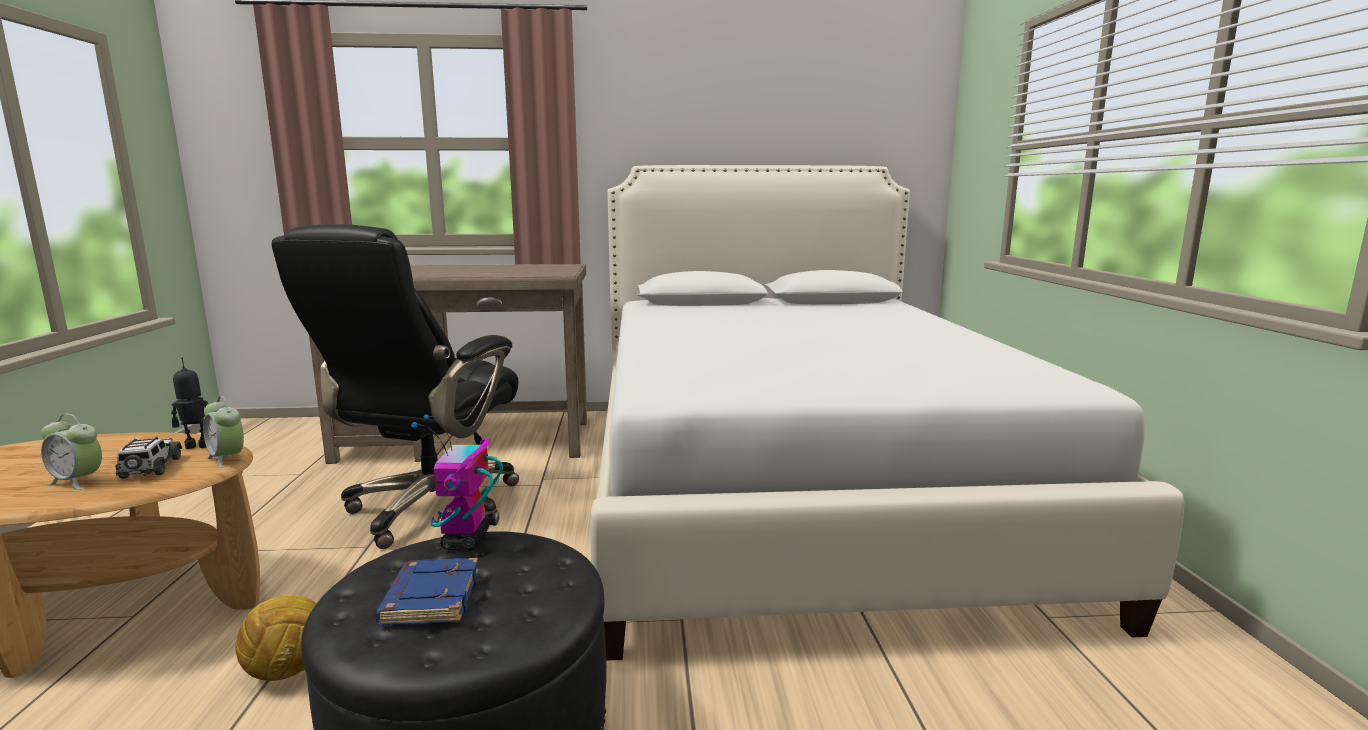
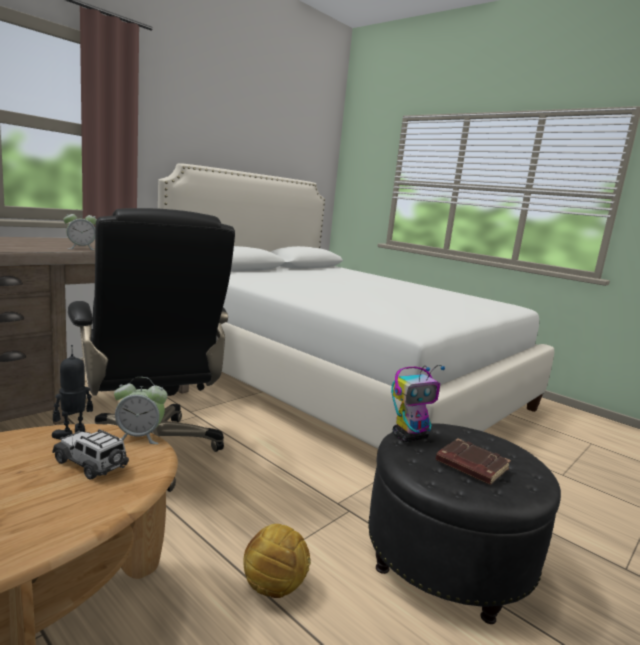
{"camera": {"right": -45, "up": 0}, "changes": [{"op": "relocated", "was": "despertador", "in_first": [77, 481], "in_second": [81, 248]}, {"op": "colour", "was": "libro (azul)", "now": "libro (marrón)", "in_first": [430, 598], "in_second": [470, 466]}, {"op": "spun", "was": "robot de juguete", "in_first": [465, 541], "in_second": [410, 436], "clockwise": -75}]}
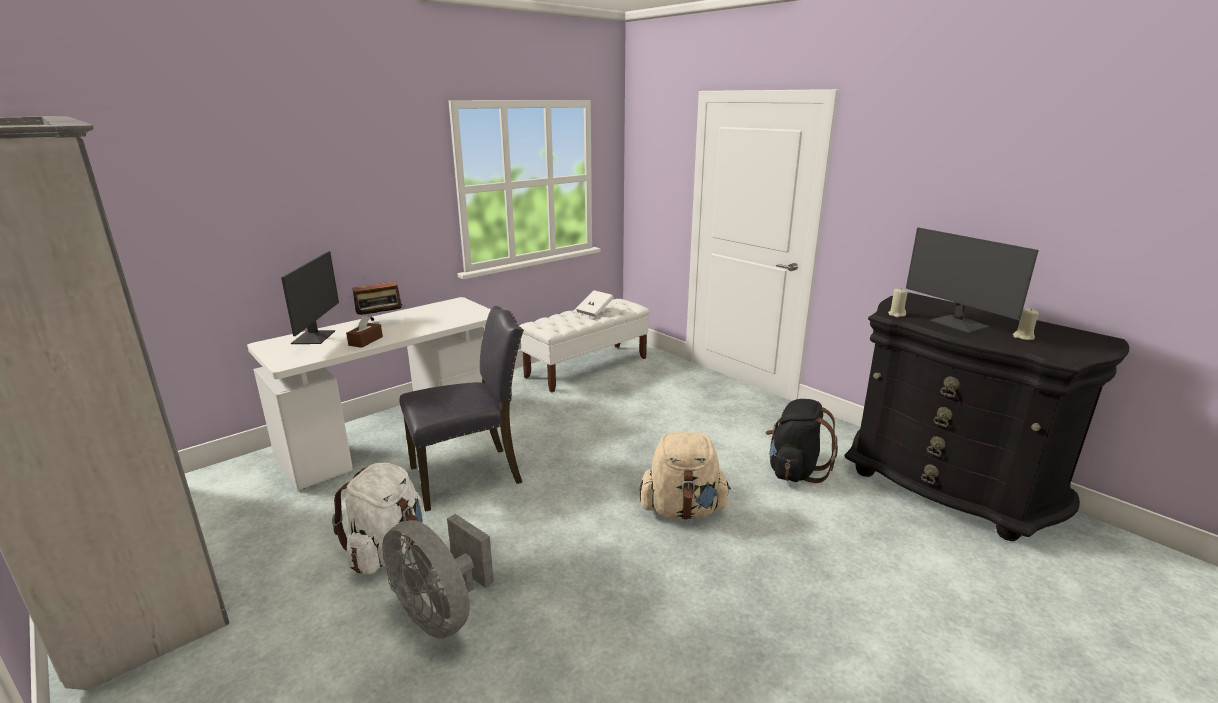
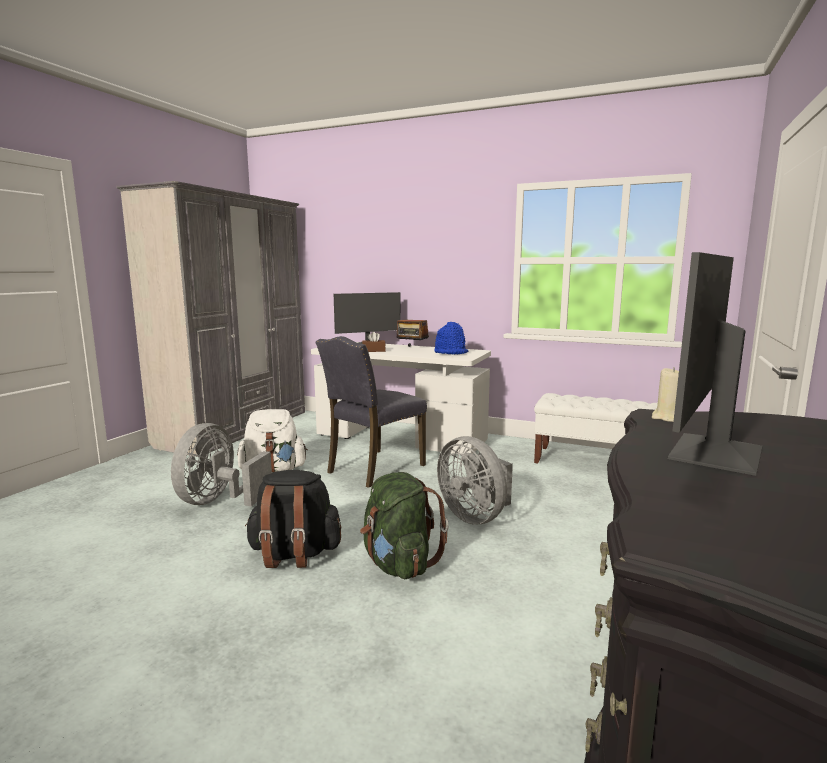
{"camera": {"right": 65, "up": -10}, "changes": [{"op": "missing", "was": "libro (blanco)", "in_first": [594, 311]}, {"op": "missing", "was": "vela (beis)", "in_first": [1023, 337]}, {"op": "appeared", "now": "sombrero (azul)", "in_second": [451, 352]}, {"op": "appeared", "now": "ventilador (gris)", "in_second": [475, 516]}, {"op": "relocated", "was": "mochila (negro)", "in_first": [794, 471], "in_second": [294, 554]}, {"op": "colour", "was": "mochila (beis)", "now": "mochila (verde)", "in_first": [683, 510], "in_second": [399, 564]}, {"op": "spun", "was": "silla (gris)", "in_first": [469, 475], "in_second": [373, 469], "clockwise": 90}]}
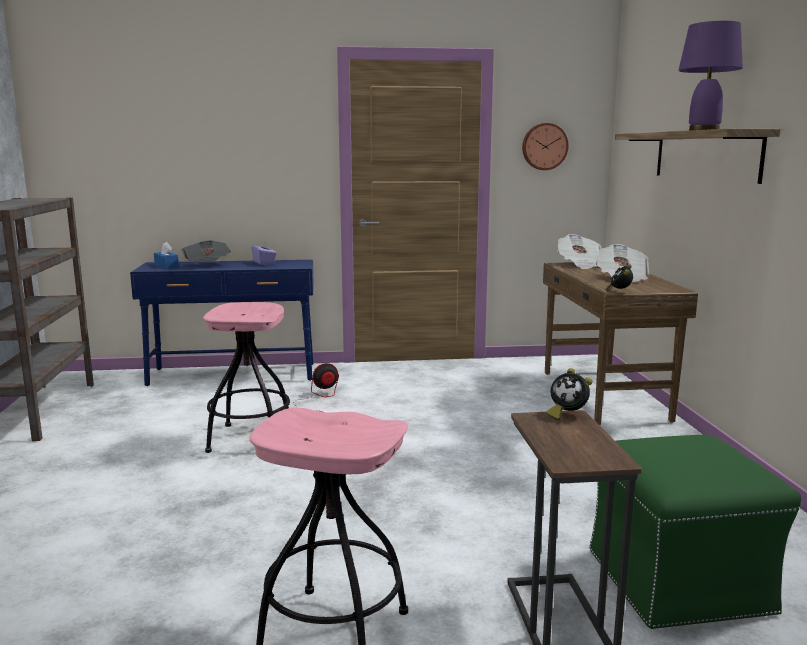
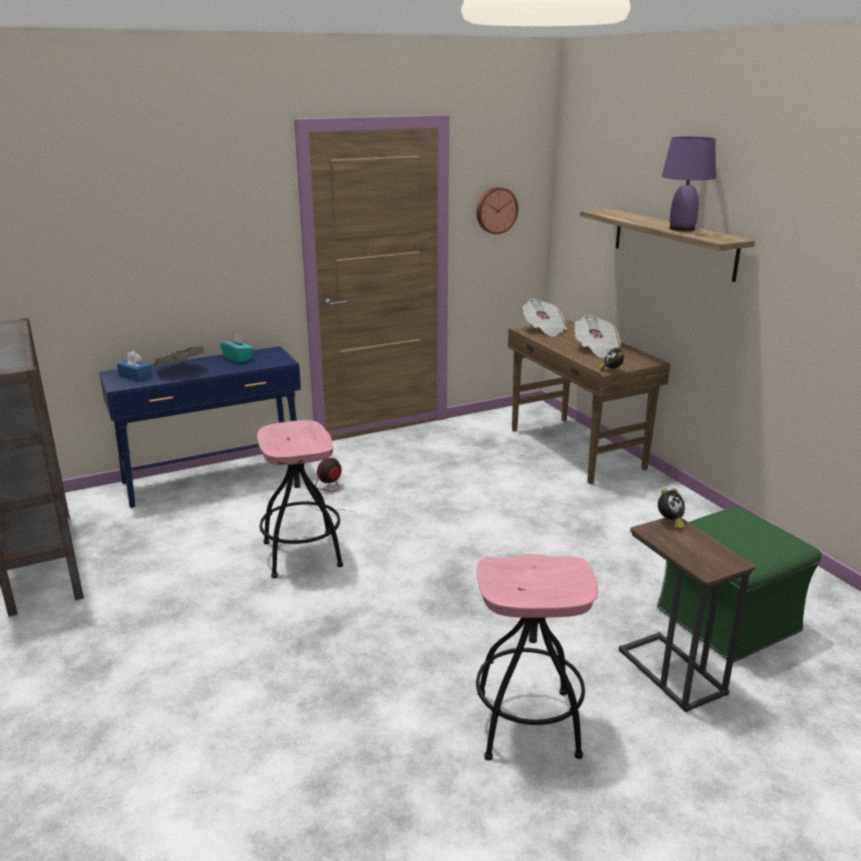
{"camera": {"right": -20, "up": 10}, "changes": [{"op": "colour", "was": "caja de pañuelos (morado)", "now": "caja de pañuelos (turquesa)", "in_first": [264, 263], "in_second": [238, 358]}, {"op": "spun", "was": "despertador", "in_first": [567, 415], "in_second": [669, 522], "clockwise": -60}]}
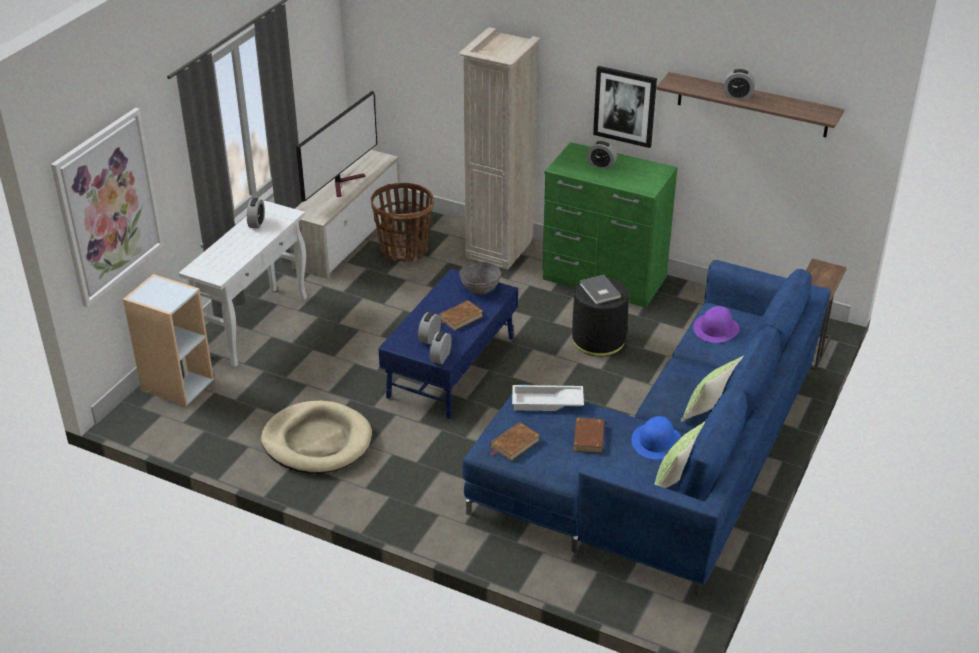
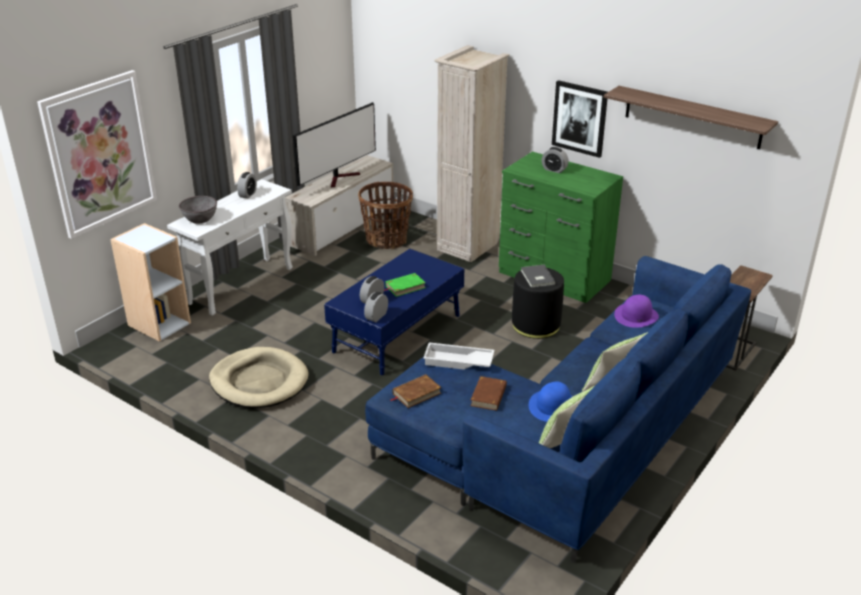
{"camera": {"right": 10, "up": -5}, "changes": [{"op": "missing", "was": "despertador", "in_first": [737, 96]}, {"op": "relocated", "was": "cuenco (gris)", "in_first": [480, 288], "in_second": [200, 219]}, {"op": "colour", "was": "libro (marrón)", "now": "libro (verde)", "in_first": [460, 317], "in_second": [405, 287]}]}
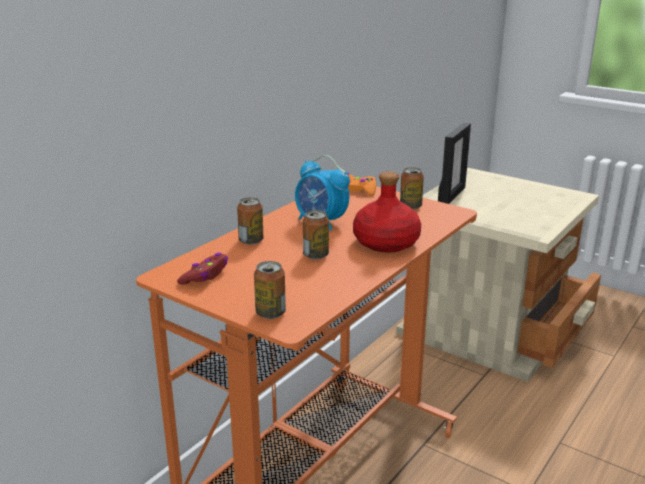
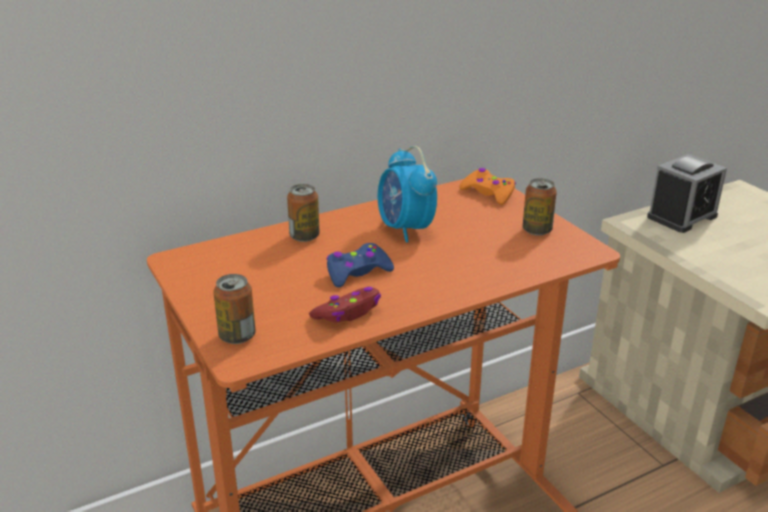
{"camera": {"right": 25, "up": 5}, "changes": [{"op": "missing", "was": "botella (rojo)", "in_first": [386, 243]}, {"op": "relocated", "was": "mando de consola (rojo)", "in_first": [205, 275], "in_second": [348, 312]}, {"op": "exchanged", "was": "lata", "now": "mando de consola (azul)", "in_first": [315, 255], "in_second": [357, 272]}, {"op": "exchanged", "was": "portarretratos", "now": "despertador", "in_first": [451, 195], "in_second": [682, 216]}]}
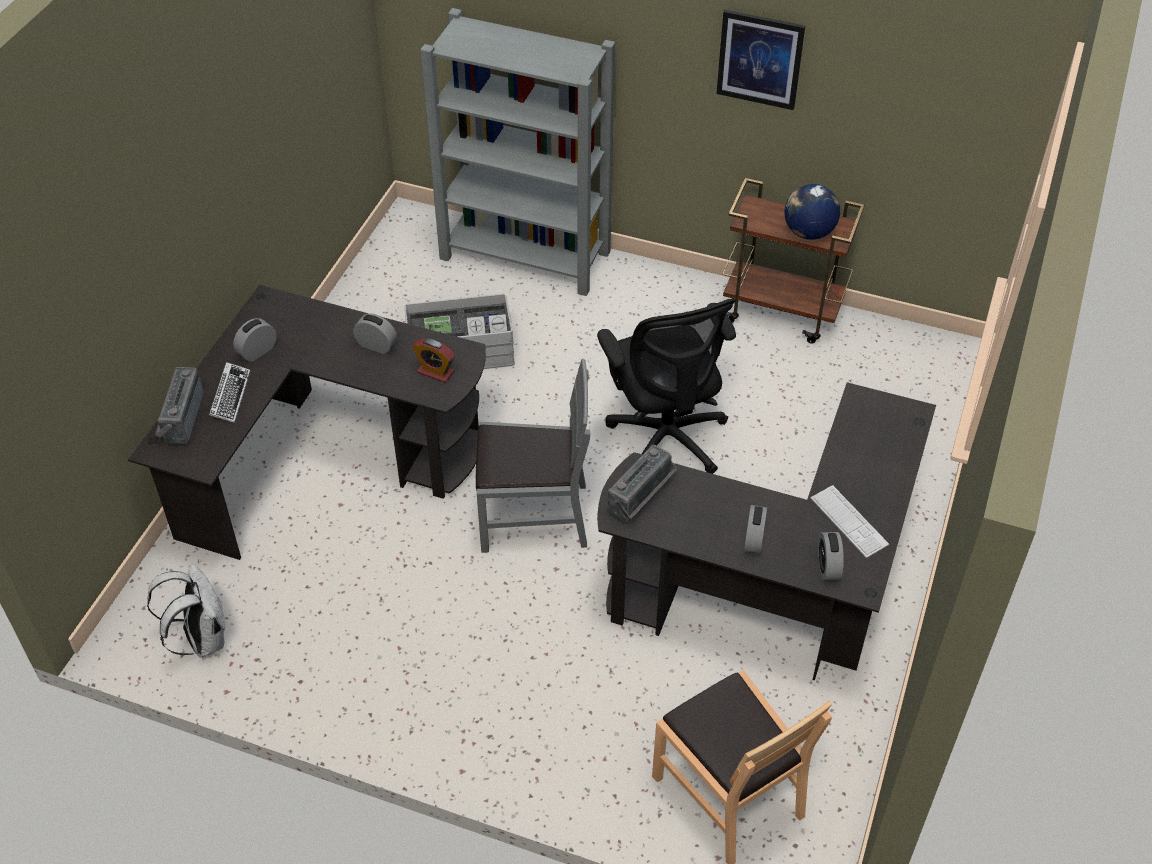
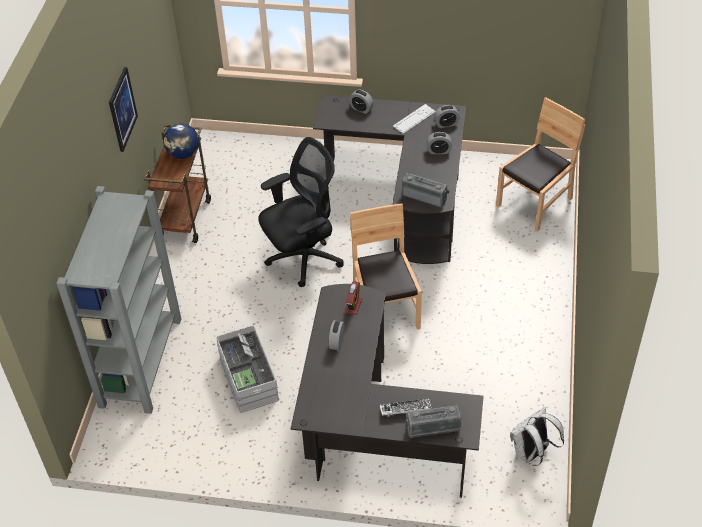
{"camera": {"right": -100, "up": 0}, "changes": [{"op": "relocated", "was": "despertador", "in_first": [257, 351], "in_second": [361, 109]}, {"op": "colour", "was": "silla (gris)", "now": "silla (marrón)", "in_first": [533, 516], "in_second": [385, 309]}]}
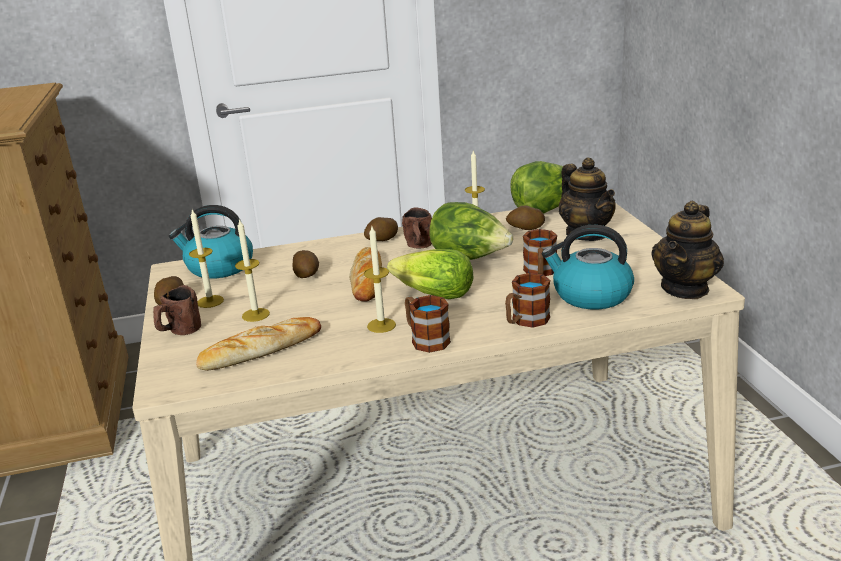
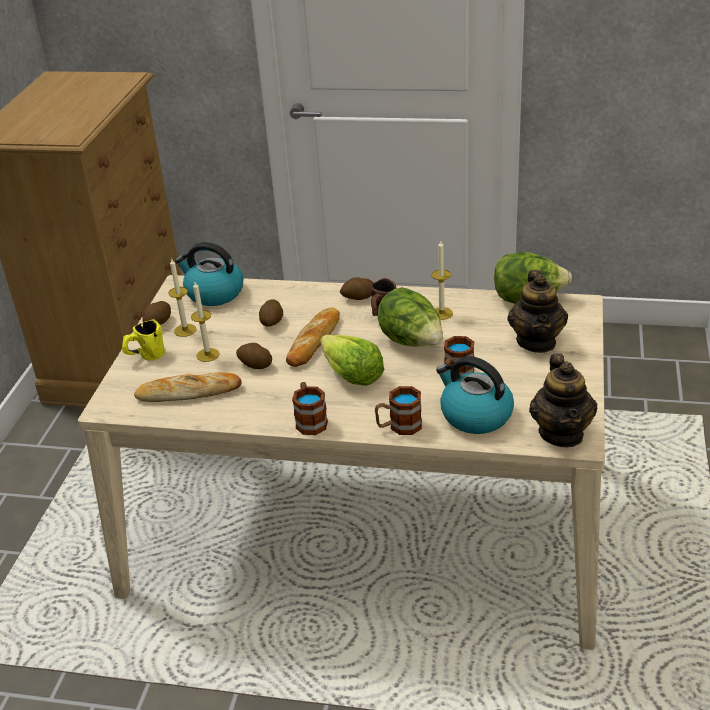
{"camera": {"right": 25, "up": 10}, "changes": [{"op": "missing", "was": "vela", "in_first": [381, 325]}, {"op": "relocated", "was": "patata", "in_first": [525, 229], "in_second": [255, 365]}, {"op": "colour", "was": "taza grande (marrón)", "now": "taza grande (amarillo)", "in_first": [178, 333], "in_second": [145, 356]}, {"op": "spun", "was": "tetera", "in_first": [685, 288], "in_second": [561, 433], "clockwise": -60}]}
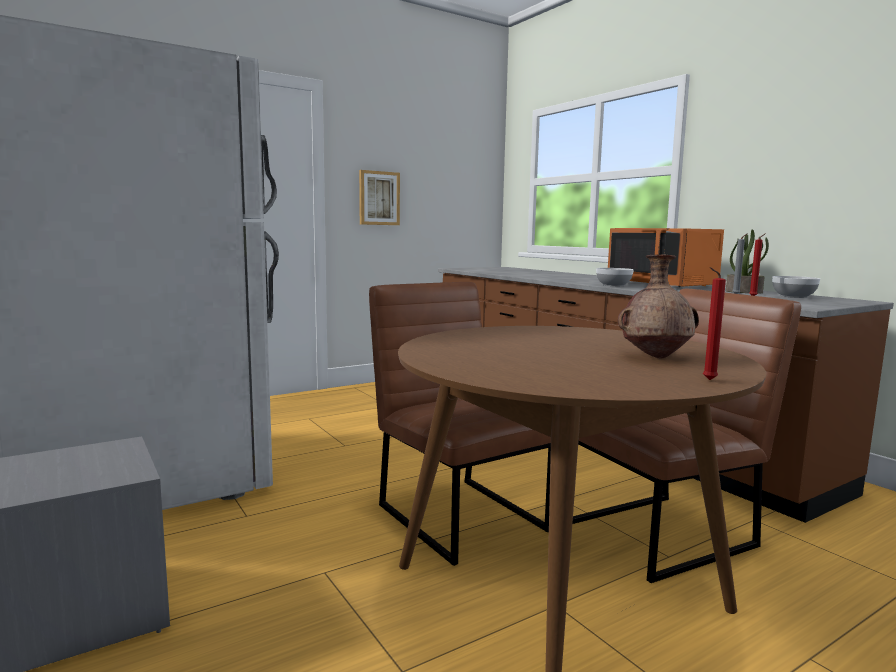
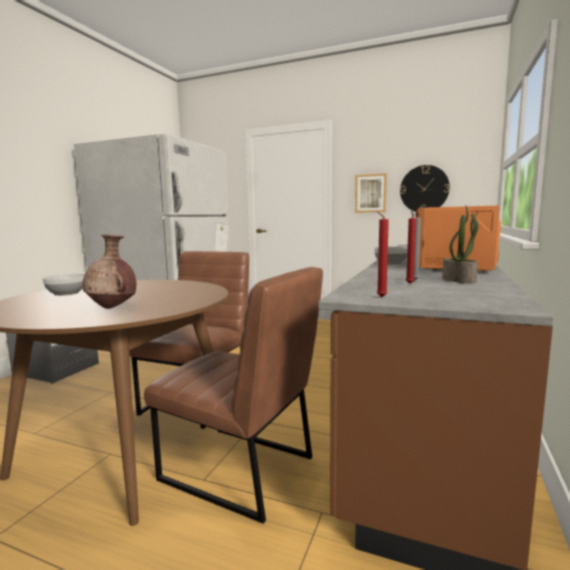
{"camera": {"right": 55, "up": 0}, "changes": [{"op": "appeared", "now": "reloj de pared", "in_second": [424, 189]}, {"op": "relocated", "was": "vela (rojo)", "in_first": [707, 380], "in_second": [380, 297]}, {"op": "relocated", "was": "cuenco", "in_first": [794, 296], "in_second": [66, 293]}]}
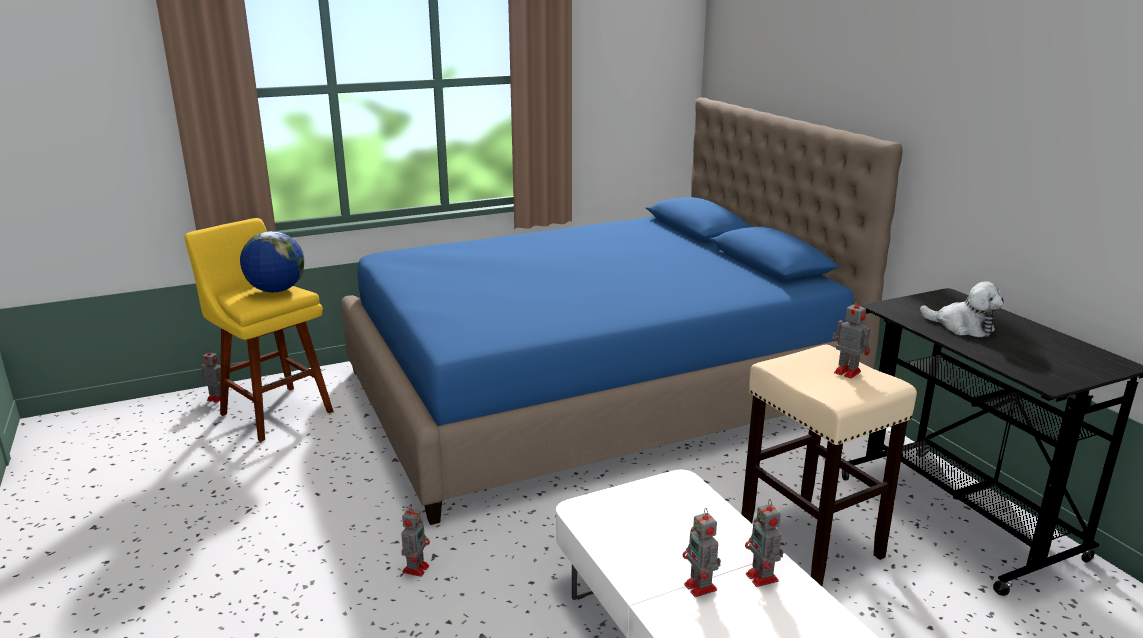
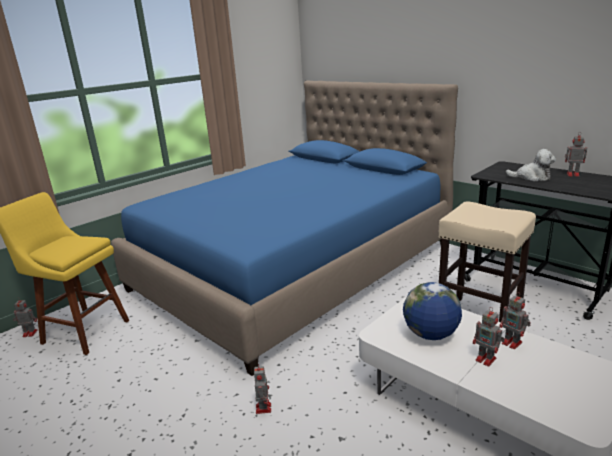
{"camera": {"right": -20, "up": 0}, "changes": [{"op": "relocated", "was": "globo terráqueo", "in_first": [276, 290], "in_second": [430, 335]}, {"op": "relocated", "was": "robot de juguete", "in_first": [846, 371], "in_second": [572, 174]}]}
